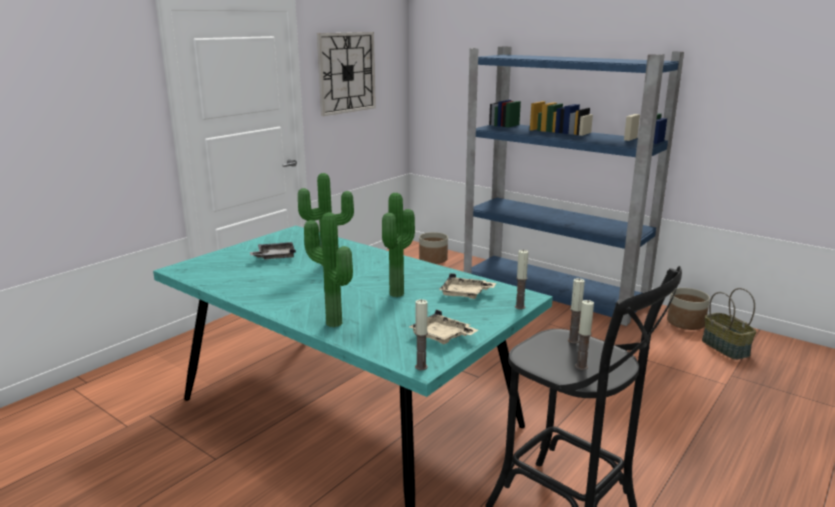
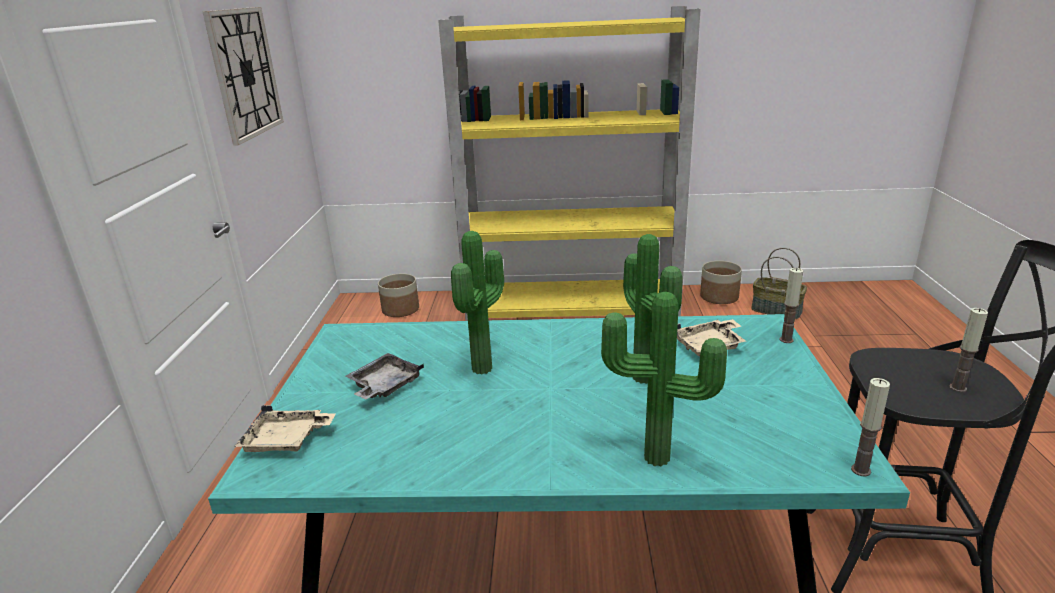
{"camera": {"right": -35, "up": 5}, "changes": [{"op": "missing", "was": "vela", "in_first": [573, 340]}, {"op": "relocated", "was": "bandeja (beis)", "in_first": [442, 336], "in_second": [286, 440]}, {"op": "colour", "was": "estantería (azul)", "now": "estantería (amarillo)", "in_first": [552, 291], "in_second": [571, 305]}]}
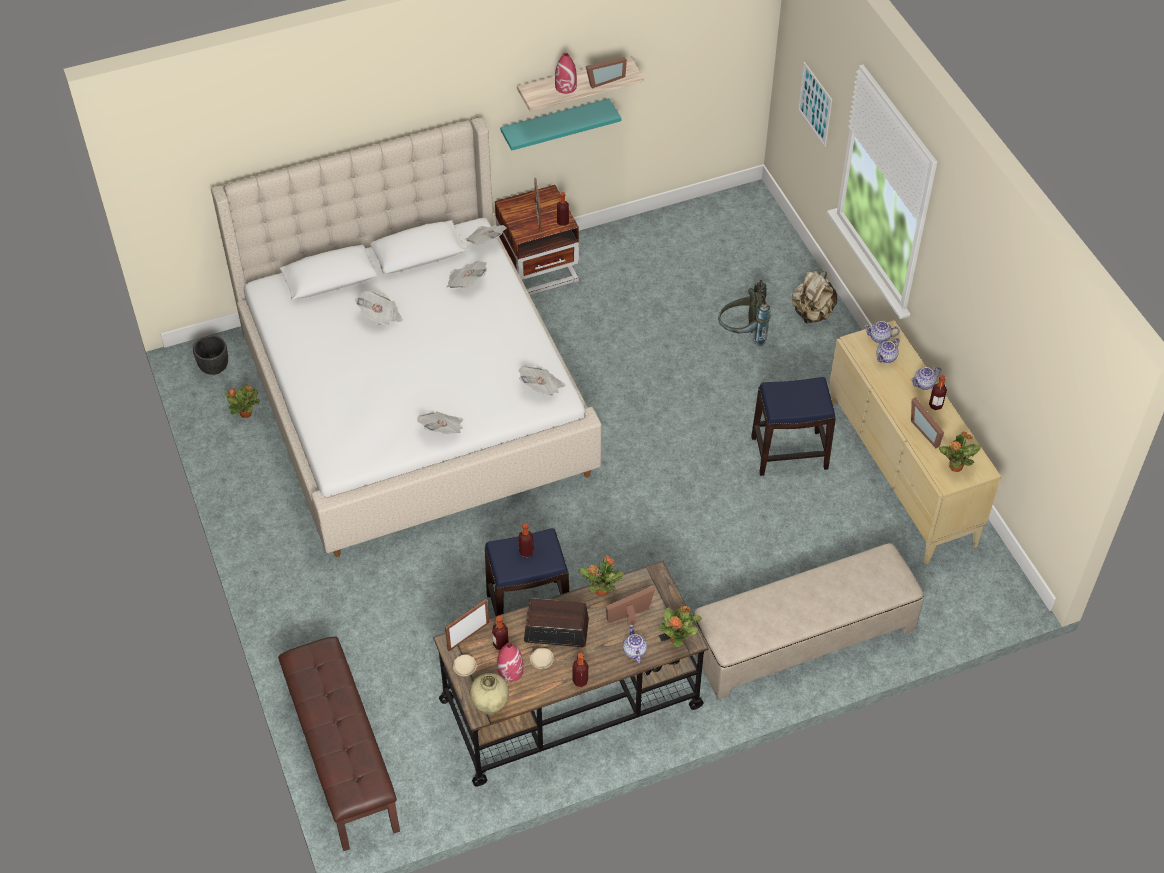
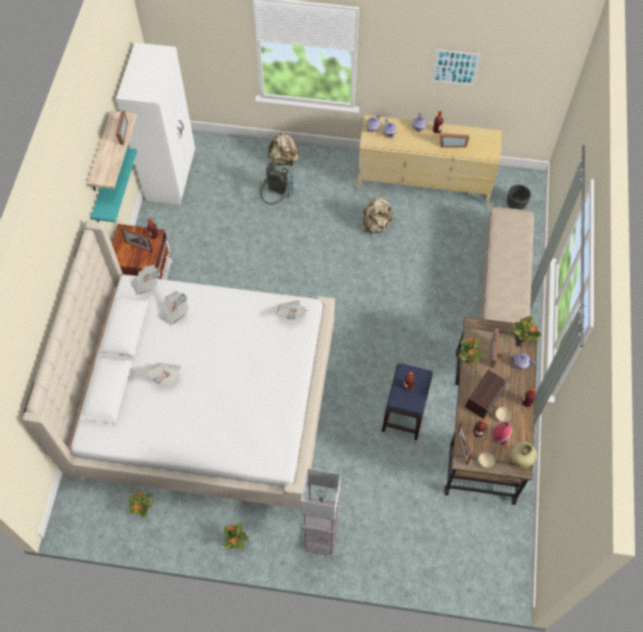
{"camera": {"right": -60, "up": 10}, "changes": [{"op": "missing", "was": "banco (marrón)", "in_first": [341, 759]}, {"op": "missing", "was": "periódico", "in_first": [443, 430]}, {"op": "missing", "was": "florero (rojo)", "in_first": [566, 87]}, {"op": "appeared", "now": "armario ropero (blanco)", "in_second": [171, 175]}, {"op": "appeared", "now": "lámpara de pie (gris)", "in_second": [321, 540]}, {"op": "relocated", "was": "maceta (negro)", "in_first": [214, 368], "in_second": [516, 205]}, {"op": "relocated", "was": "cuadro", "in_first": [815, 104], "in_second": [455, 67]}, {"op": "relocated", "was": "planta en maceta", "in_first": [955, 467], "in_second": [236, 542]}, {"op": "exchanged", "was": "taburete", "now": "mochila (beis)", "in_first": [789, 453], "in_second": [376, 224]}]}
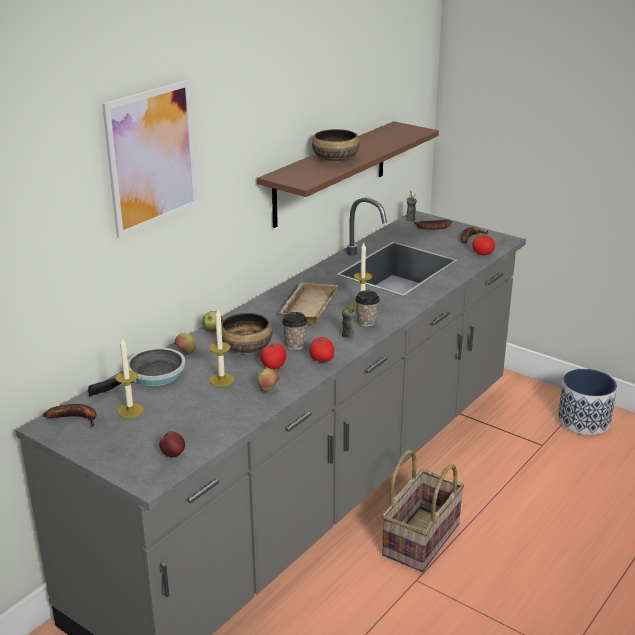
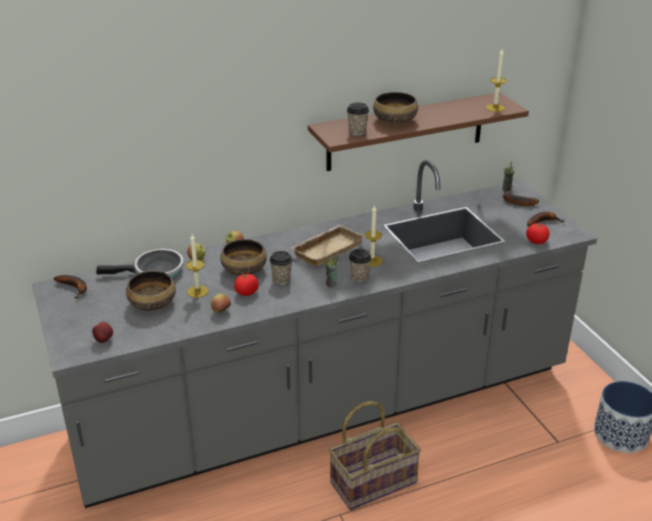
{"camera": {"right": 30, "up": 5}, "changes": [{"op": "missing", "was": "cuadro", "in_first": [152, 157]}, {"op": "missing", "was": "tomate", "in_first": [321, 359]}, {"op": "appeared", "now": "cuenco", "in_second": [152, 302]}, {"op": "appeared", "now": "taza", "in_second": [357, 132]}, {"op": "relocated", "was": "vela", "in_first": [130, 410], "in_second": [495, 108]}]}
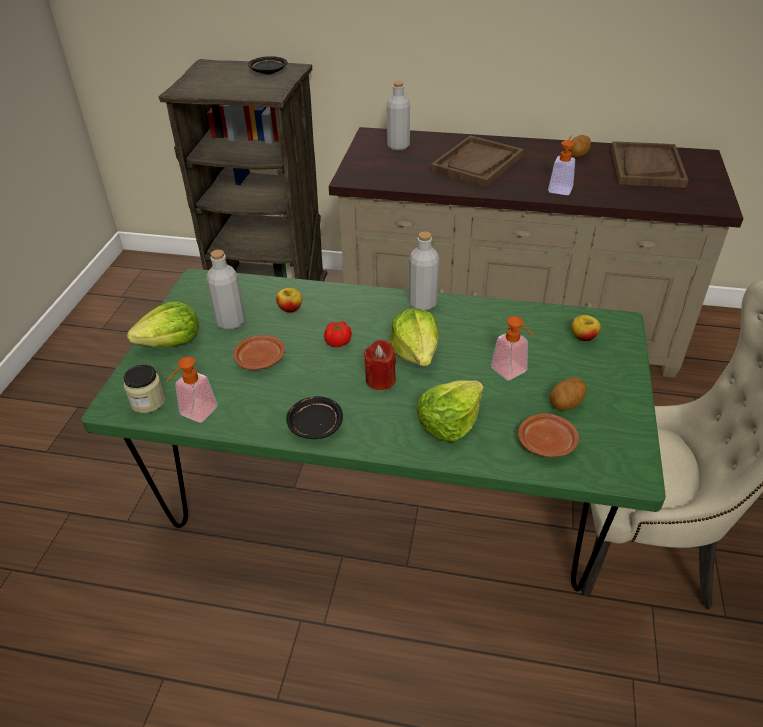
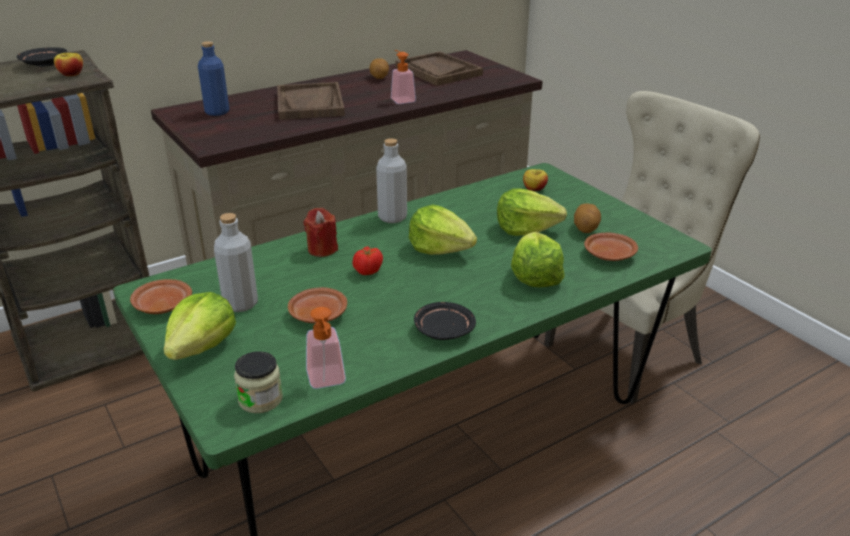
{"camera": {"right": -45, "up": -10}, "changes": [{"op": "appeared", "now": "plato (marrón)", "in_second": [162, 305]}, {"op": "relocated", "was": "manzana", "in_first": [290, 308], "in_second": [71, 74]}, {"op": "relocated", "was": "vela (rojo)", "in_first": [380, 380], "in_second": [322, 249]}, {"op": "exchanged", "was": "dispensador de jabón", "now": "lechuga", "in_first": [512, 373], "in_second": [526, 228]}, {"op": "colour", "was": "botella (gris)", "now": "botella (azul)", "in_first": [398, 146], "in_second": [217, 112]}]}
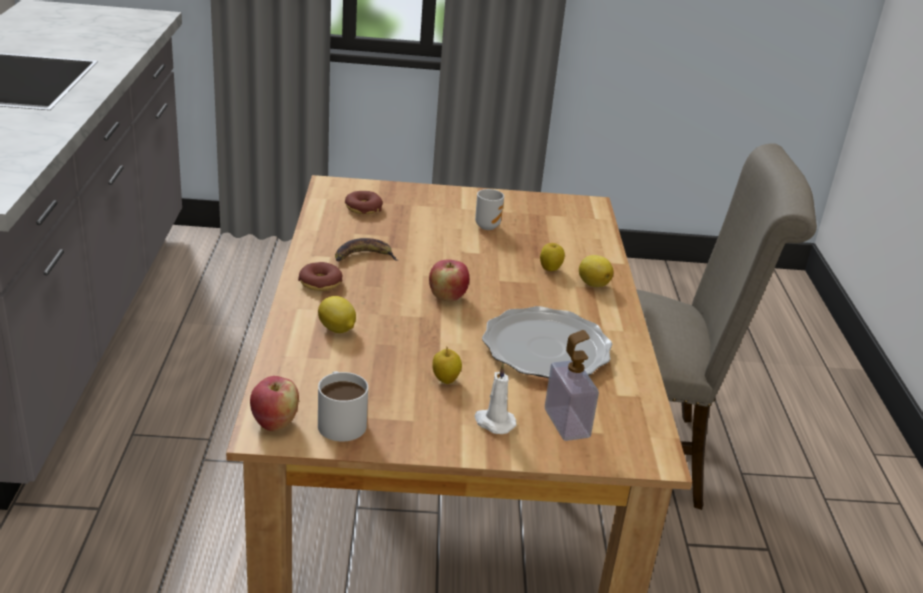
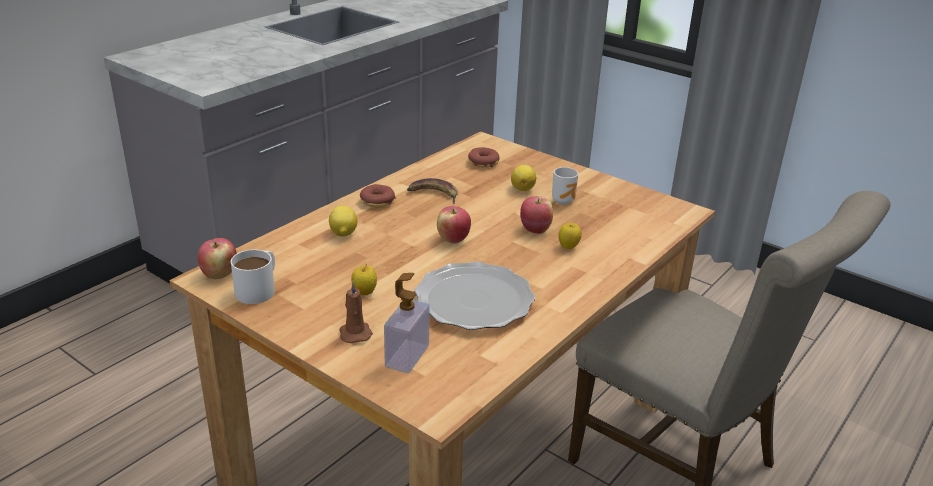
{"camera": {"right": 40, "up": 0}, "changes": [{"op": "appeared", "now": "manzana", "in_second": [535, 229]}, {"op": "relocated", "was": "limón", "in_first": [592, 283], "in_second": [523, 188]}, {"op": "colour", "was": "vela (blanco)", "now": "vela (marrón)", "in_first": [493, 422], "in_second": [354, 333]}]}
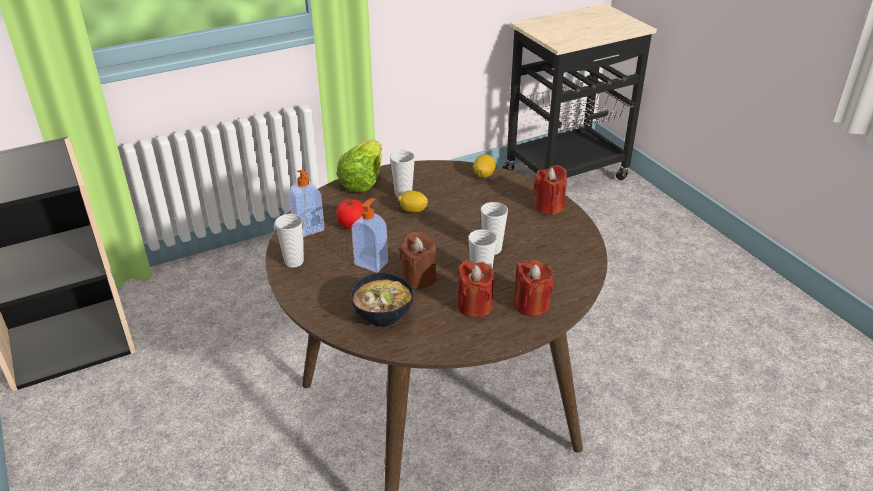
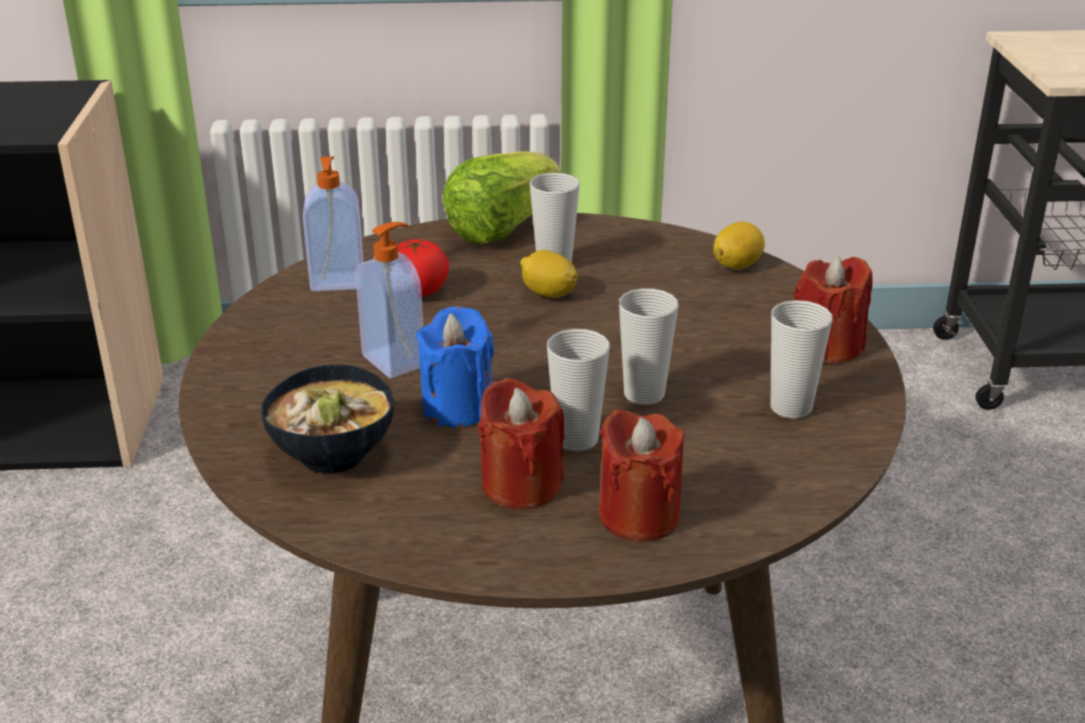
{"camera": {"right": 25, "up": -5}, "changes": [{"op": "relocated", "was": "taza", "in_first": [294, 262], "in_second": [791, 408]}, {"op": "colour", "was": "vela (marrón)", "now": "vela (azul)", "in_first": [419, 278], "in_second": [457, 408]}]}
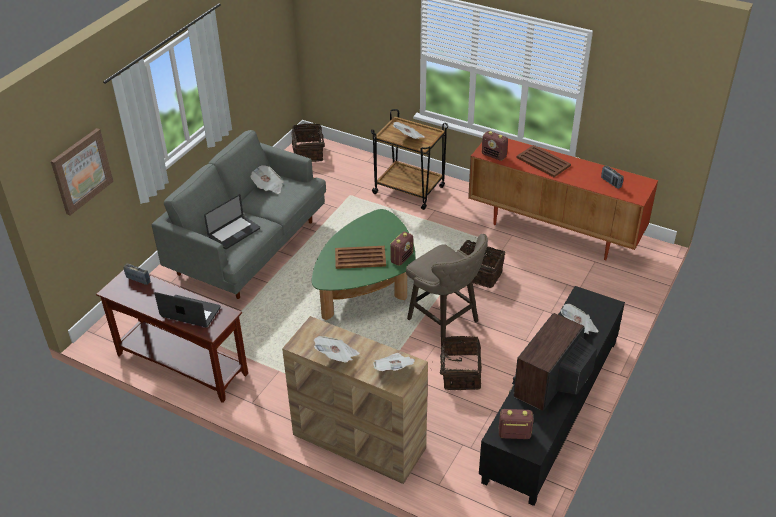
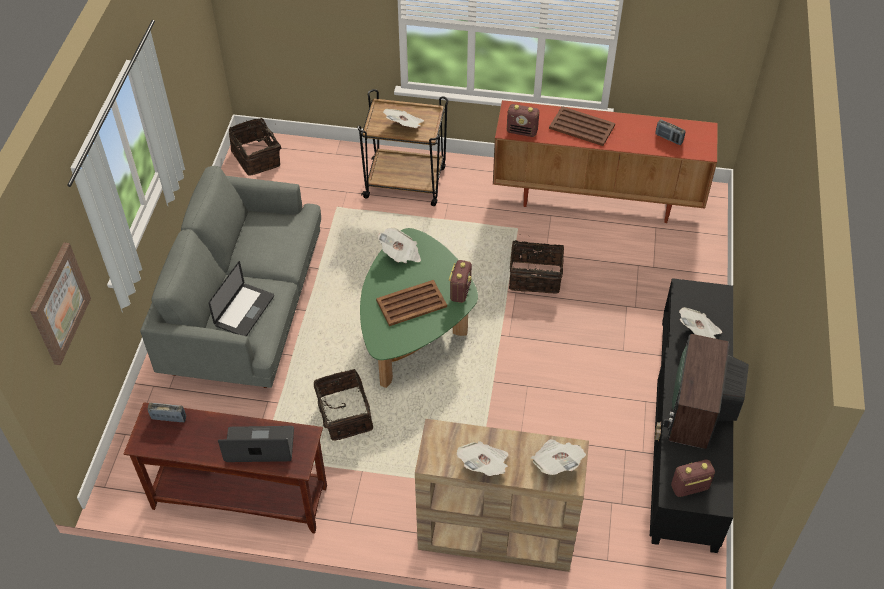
{"camera": {"right": -20, "up": 10}, "changes": [{"op": "missing", "was": "taburete (beis)", "in_first": [445, 322]}, {"op": "relocated", "was": "periódico", "in_first": [268, 186], "in_second": [400, 254]}, {"op": "relocated", "was": "cesta", "in_first": [459, 373], "in_second": [343, 415]}]}
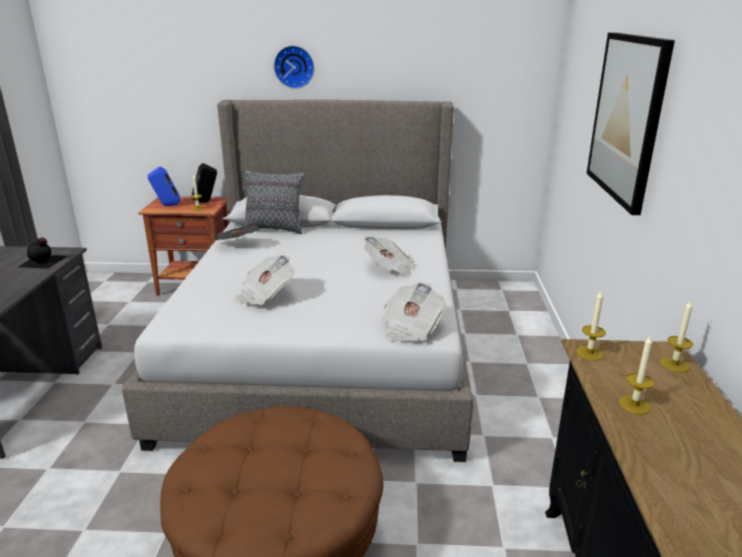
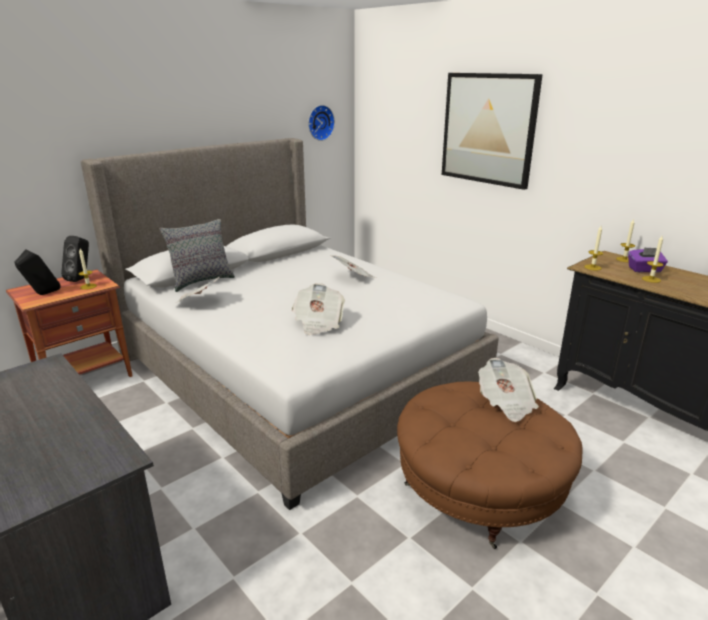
{"camera": {"right": -45, "up": 0}, "changes": [{"op": "missing", "was": "botella (negro)", "in_first": [43, 261]}, {"op": "appeared", "now": "caja de pañuelos (morado)", "in_second": [644, 270]}, {"op": "relocated", "was": "reloj de pared", "in_first": [294, 67], "in_second": [319, 122]}, {"op": "relocated", "was": "periódico", "in_first": [411, 328], "in_second": [506, 403]}, {"op": "colour", "was": "altavoz (azul)", "now": "altavoz (negro)", "in_first": [166, 205], "in_second": [42, 294]}]}
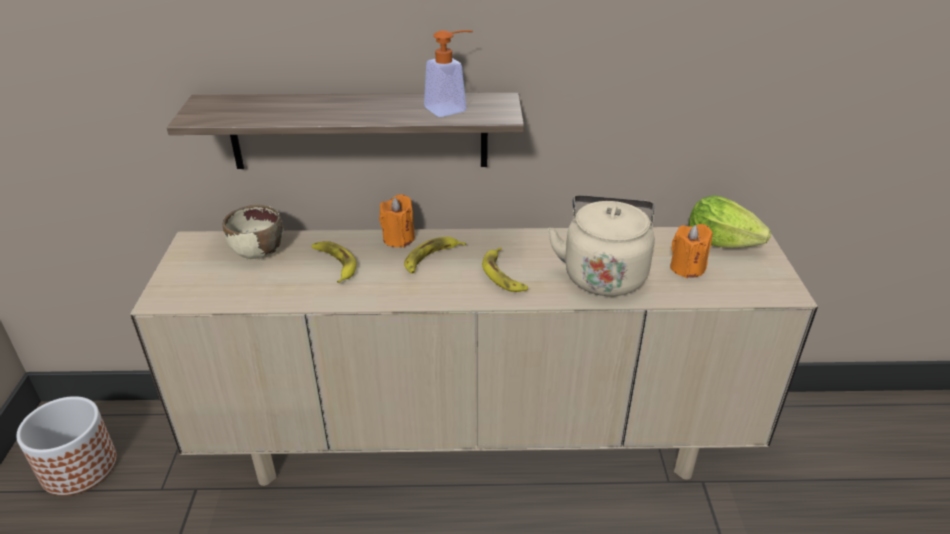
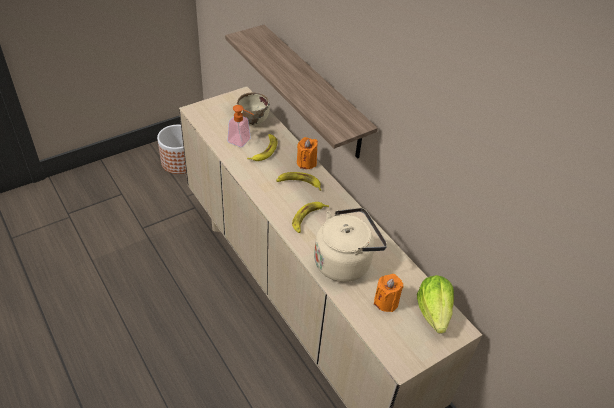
{"camera": {"right": 55, "up": 10}, "changes": [{"op": "relocated", "was": "dispensador de jabón", "in_first": [451, 108], "in_second": [242, 142]}]}
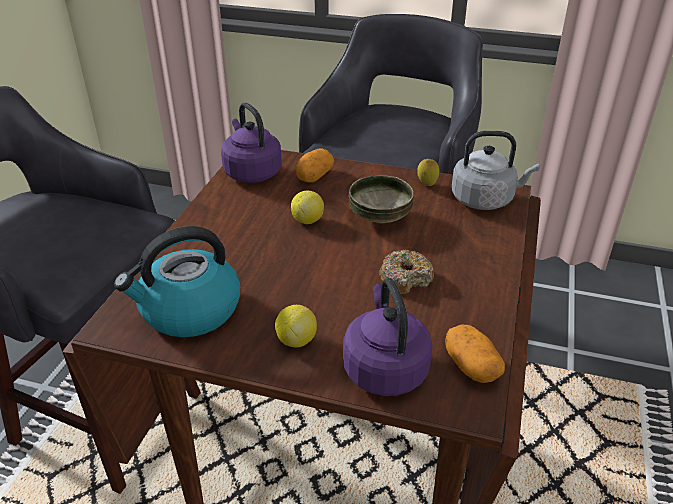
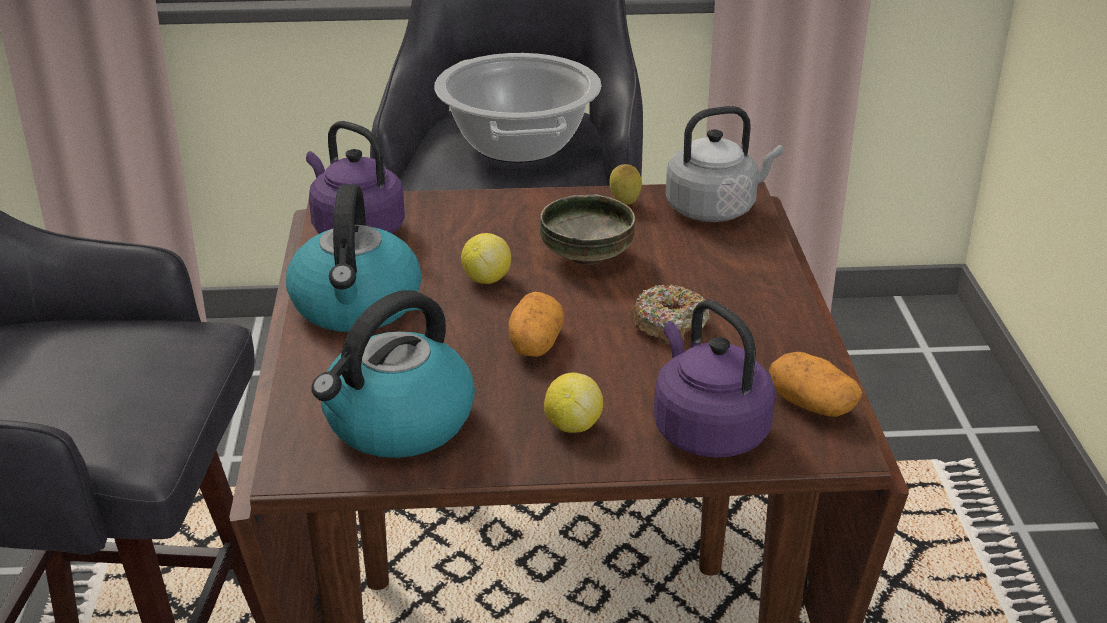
{"camera": {"right": -20, "up": -5}, "changes": [{"op": "appeared", "now": "hervidor", "in_second": [357, 306]}, {"op": "appeared", "now": "olla", "in_second": [519, 144]}, {"op": "relocated", "was": "patata", "in_first": [314, 176], "in_second": [535, 343]}]}
